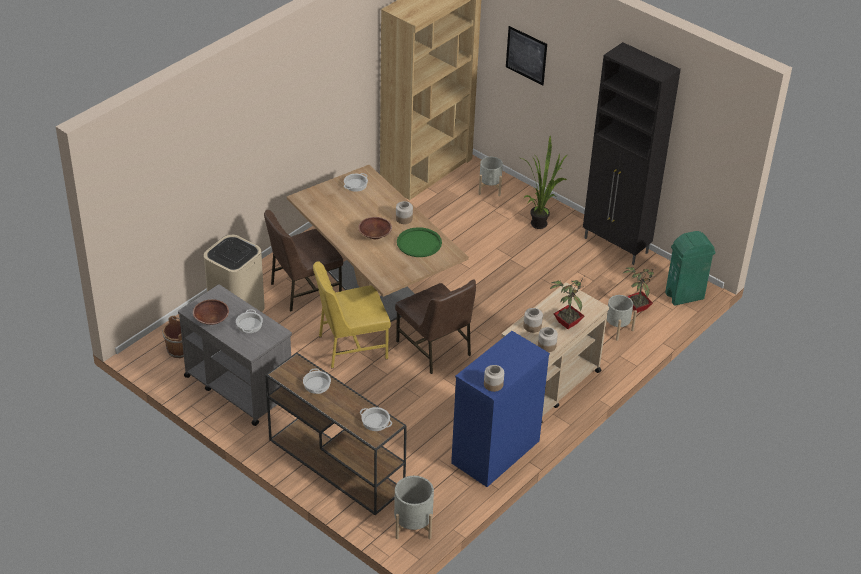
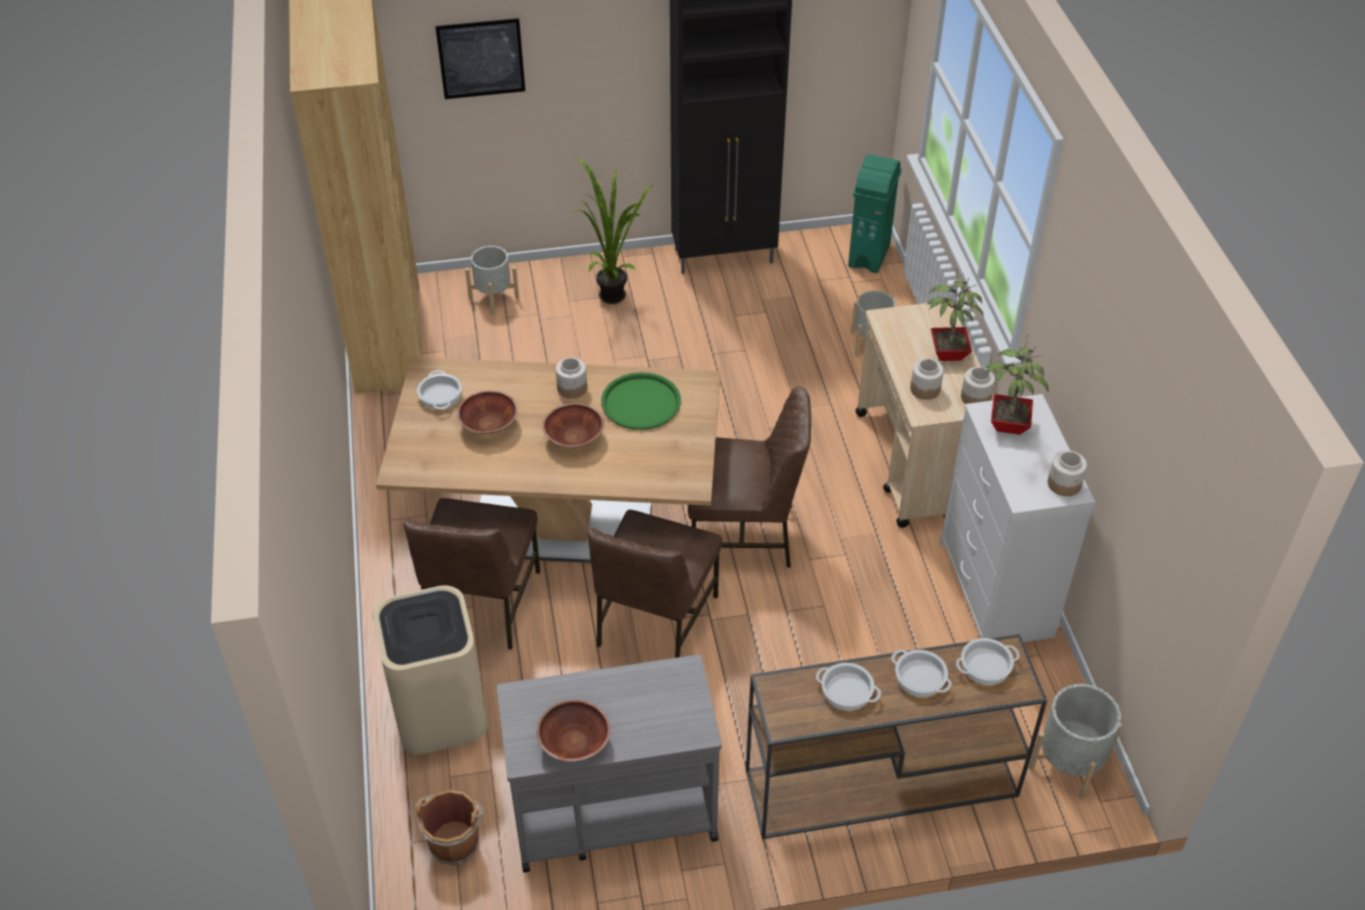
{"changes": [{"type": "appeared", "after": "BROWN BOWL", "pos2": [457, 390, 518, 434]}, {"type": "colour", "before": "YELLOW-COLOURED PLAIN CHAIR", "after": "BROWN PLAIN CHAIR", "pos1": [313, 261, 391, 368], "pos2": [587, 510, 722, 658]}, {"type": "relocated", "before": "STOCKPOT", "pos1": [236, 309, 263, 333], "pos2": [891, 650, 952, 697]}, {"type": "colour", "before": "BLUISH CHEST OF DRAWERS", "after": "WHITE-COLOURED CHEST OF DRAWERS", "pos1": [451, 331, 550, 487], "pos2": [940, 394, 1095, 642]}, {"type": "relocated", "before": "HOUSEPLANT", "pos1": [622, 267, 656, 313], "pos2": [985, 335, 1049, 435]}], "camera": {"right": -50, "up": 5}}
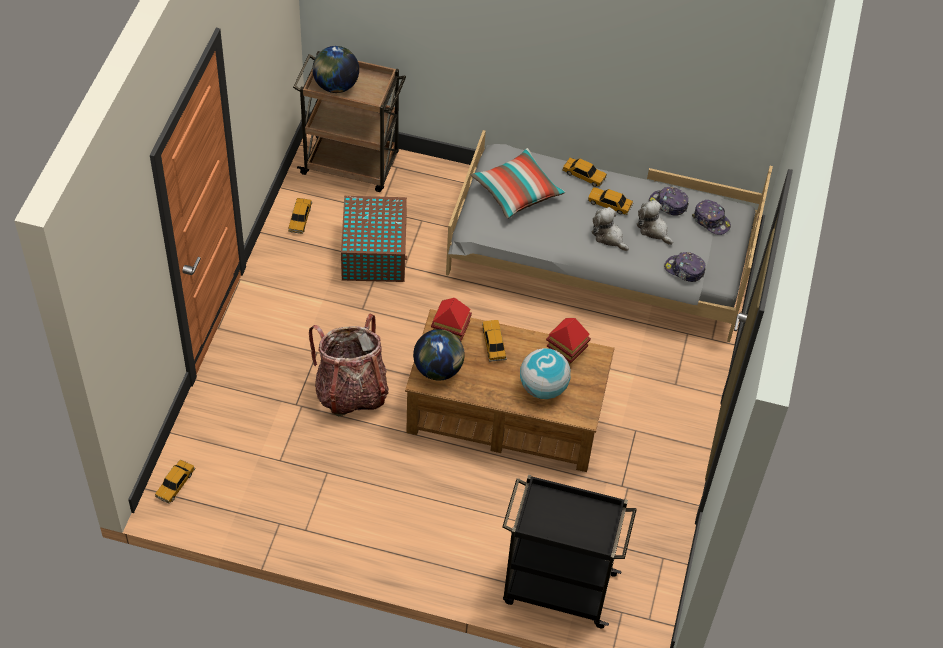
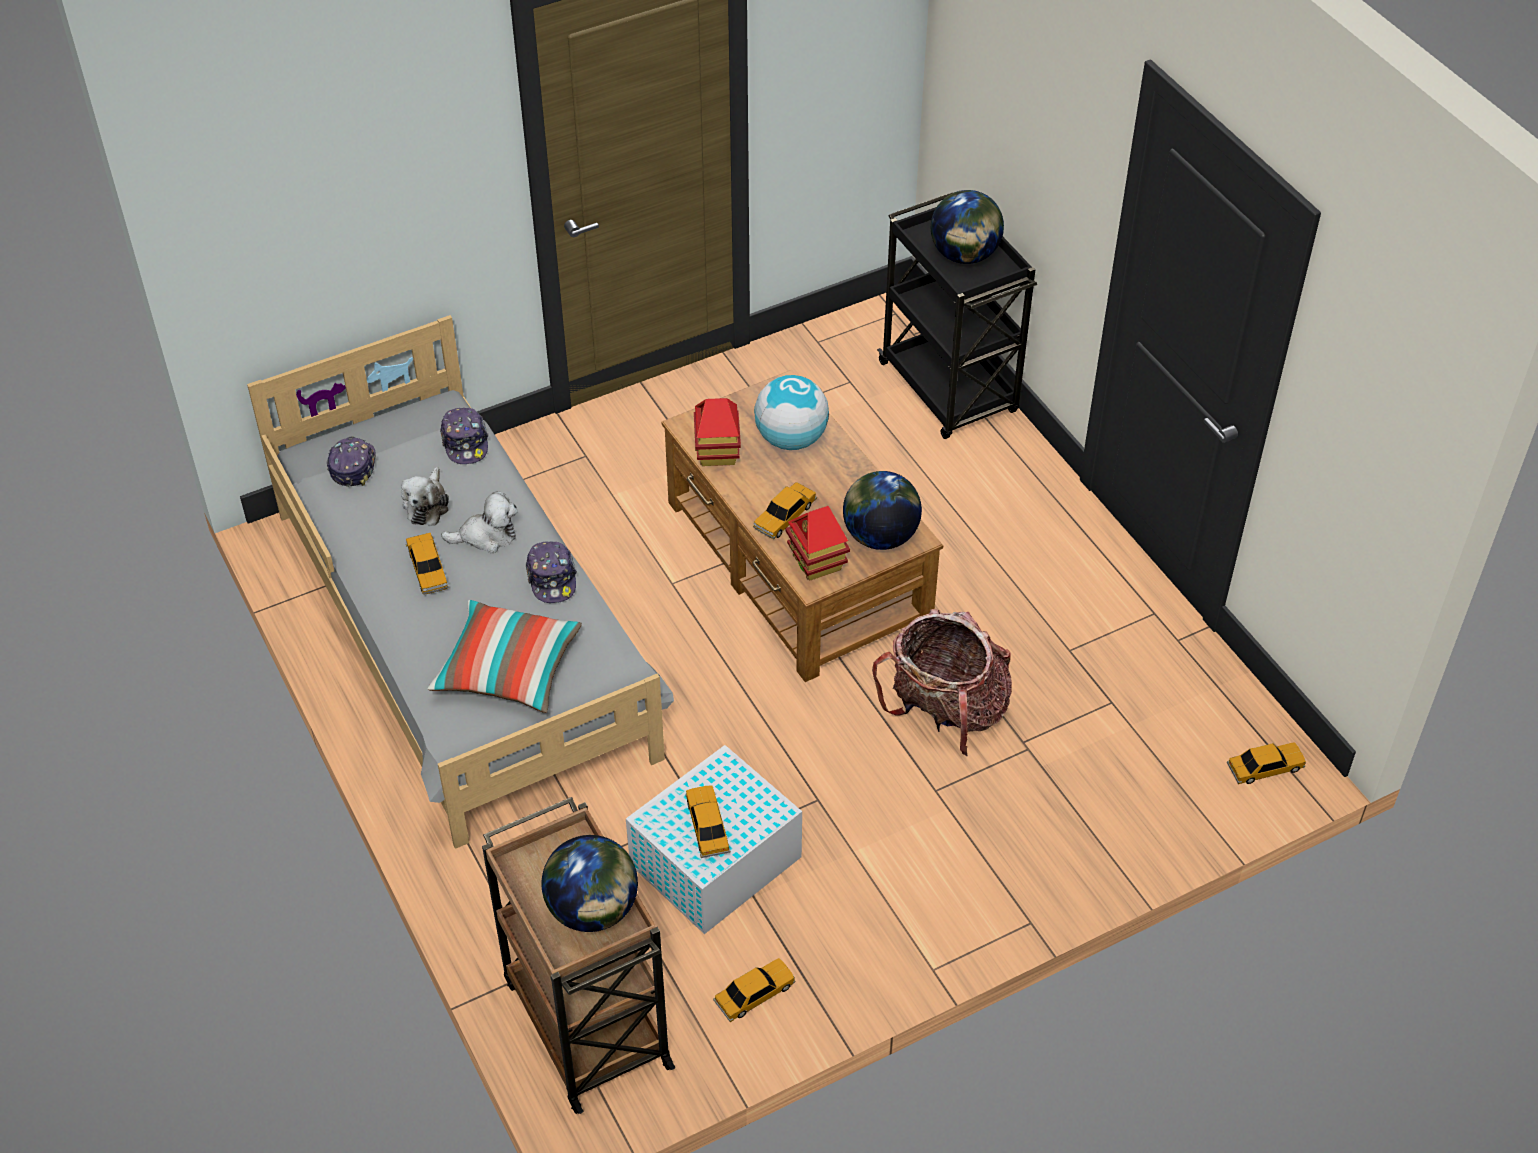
{"changes": [{"type": "spun", "before": "CUDDLY TOY", "pos1": [591, 207, 629, 251], "pos2": [441, 491, 518, 553], "turn": -105}, {"type": "relocated", "before": "CAP", "pos1": [649, 187, 689, 216], "pos2": [526, 541, 577, 603]}, {"type": "colour", "before": "BROWN STORAGE BOX", "after": "WHITE-COLOURED STORAGE BOX", "pos1": [341, 196, 407, 282], "pos2": [626, 745, 802, 934]}, {"type": "relocated", "before": "TOY CAR", "pos1": [562, 157, 607, 187], "pos2": [686, 785, 731, 858]}, {"type": "appeared", "after": "GLOBE", "pos2": [931, 190, 1004, 264]}], "camera": {"right": -130, "up": -5}}
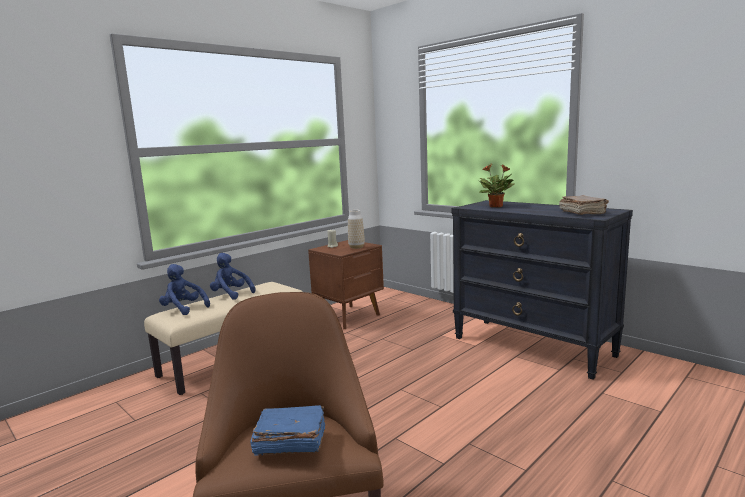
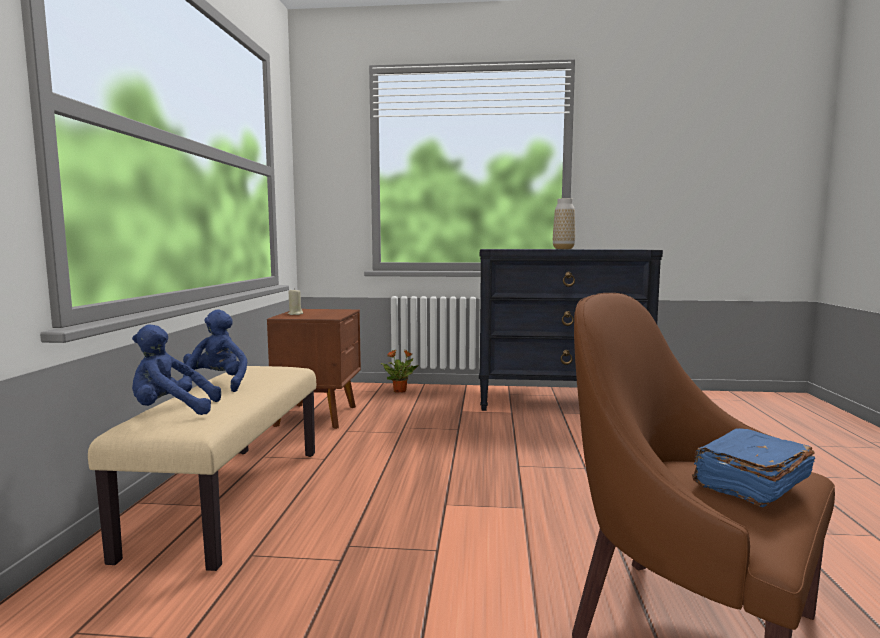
{"changes": [{"type": "spun", "before": "BLUISH CUDDLY TOY", "pos1": [210, 253, 256, 300], "pos2": [183, 309, 247, 392], "turn": 90}, {"type": "relocated", "before": "HOUSEPLANT", "pos1": [479, 164, 515, 208], "pos2": [381, 350, 419, 393]}, {"type": "relocated", "before": "DECORATIVE VASE", "pos1": [348, 210, 365, 249], "pos2": [553, 198, 575, 249]}, {"type": "missing", "before": "BROWN BOUND BOOK", "pos1": [559, 195, 609, 215]}], "camera": {"right": -40, "up": -5}}
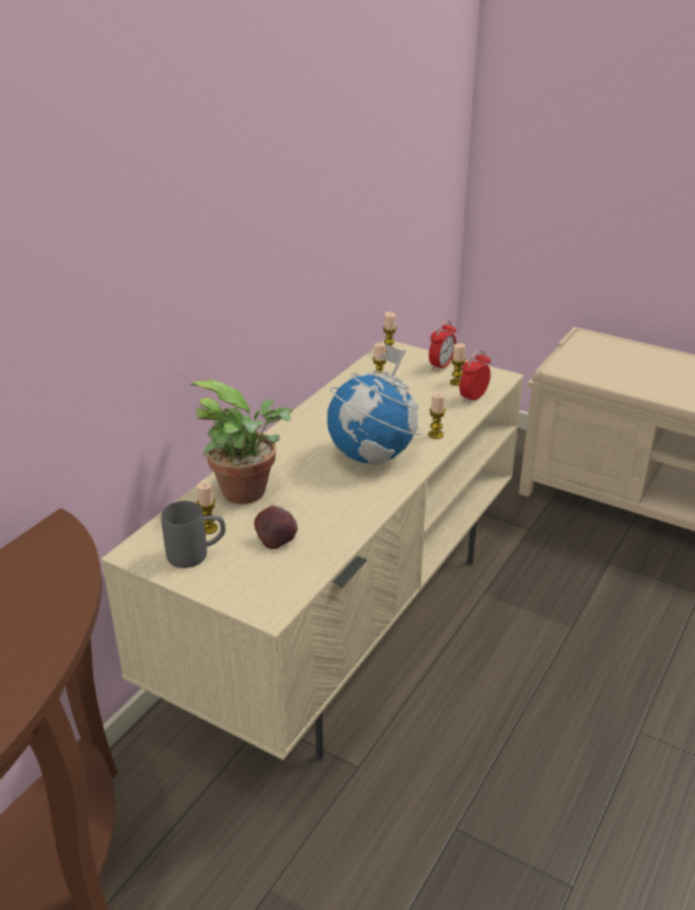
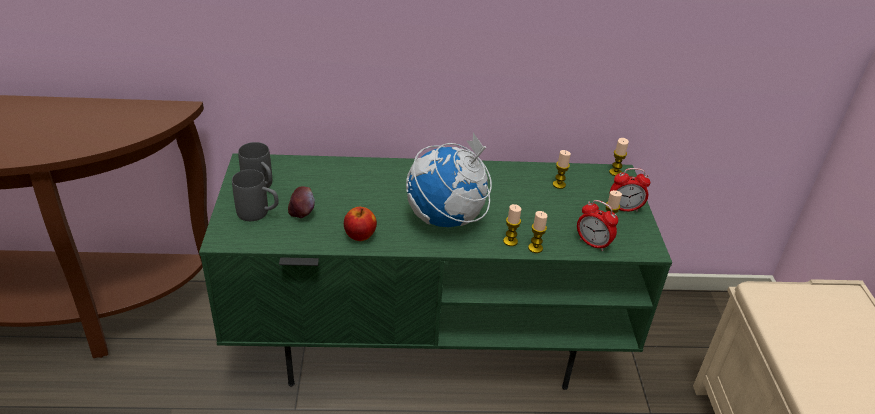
{"changes": [{"type": "colour", "before": "BEIGE-COLOURED TV UNIT", "after": "GREEN TV UNIT", "pos1": [101, 340, 524, 760], "pos2": [199, 153, 672, 390]}, {"type": "appeared", "after": "GREY COFFEE MUG", "pos2": [232, 169, 279, 221]}, {"type": "appeared", "after": "APPLE", "pos2": [344, 207, 377, 241]}, {"type": "relocated", "before": "CANDLE", "pos1": [197, 482, 218, 534], "pos2": [528, 211, 548, 253]}, {"type": "spun", "before": "BEDSIDE CLOCK", "pos1": [459, 349, 491, 404], "pos2": [577, 200, 618, 251], "turn": -150}, {"type": "missing", "before": "HOUSEPLANT", "pos1": [190, 380, 293, 504]}], "camera": {"right": 55, "up": 5}}
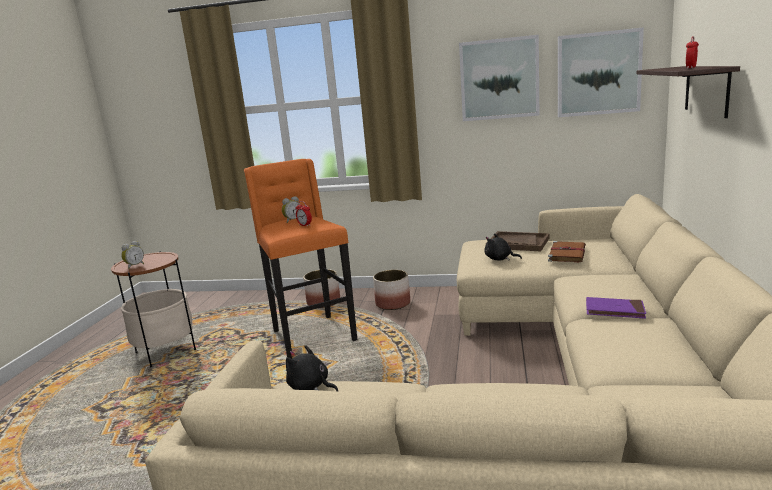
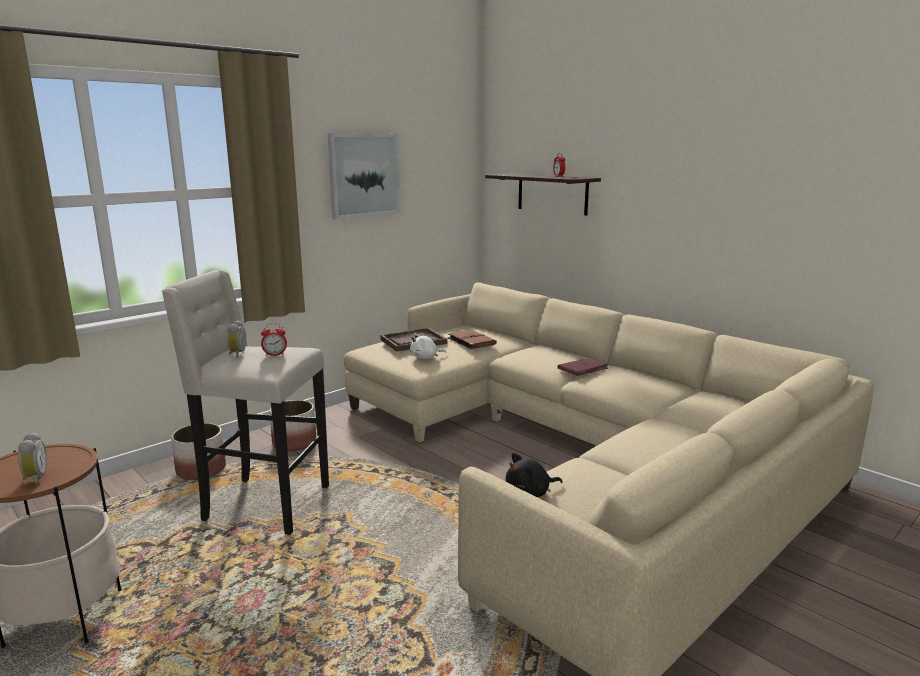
{"changes": [{"type": "colour", "before": "ORANGE SITTING STOOL", "after": "BEIGE-COLOURED SITTING STOOL", "pos1": [244, 159, 357, 359], "pos2": [162, 270, 329, 535]}, {"type": "colour", "before": "BLACK CUDDLY TOY", "after": "WHITE-COLOURED CUDDLY TOY", "pos1": [485, 233, 522, 261], "pos2": [410, 333, 446, 359]}, {"type": "colour", "before": "PURPLISH BOUND BOOK", "after": "RED BOUND BOOK", "pos1": [586, 297, 646, 319], "pos2": [558, 358, 609, 376]}, {"type": "missing", "before": "WALL ART", "pos1": [558, 27, 644, 117]}], "camera": {"right": -55, "up": 0}}
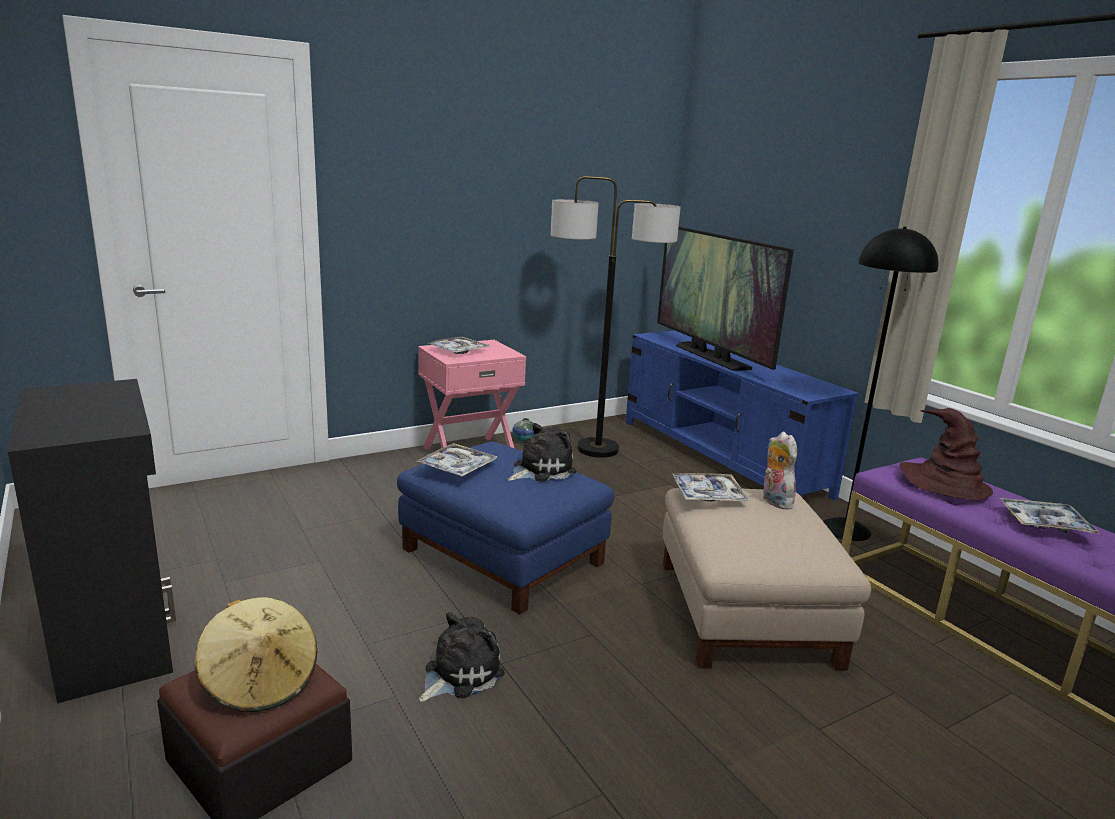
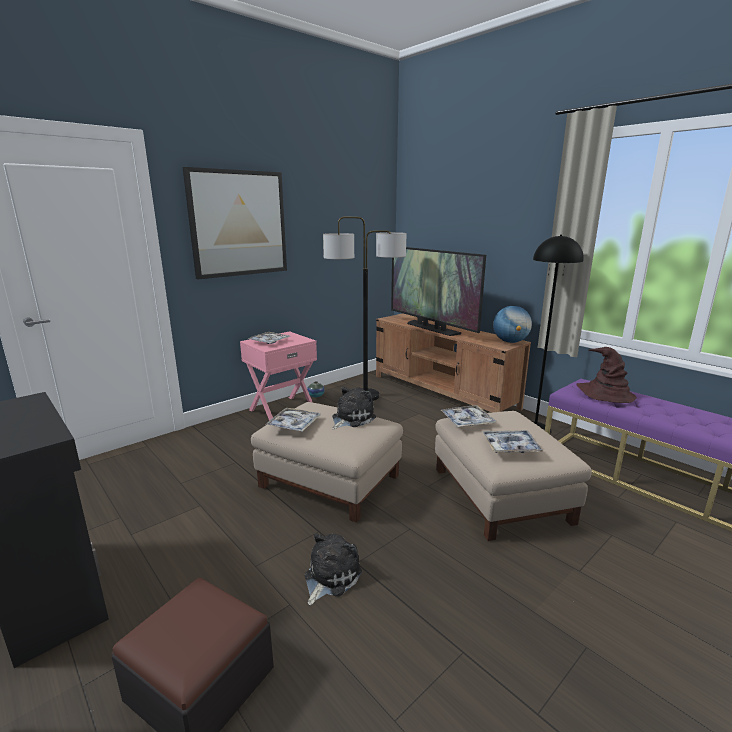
{"changes": [{"type": "appeared", "after": "WALL ART", "pos2": [183, 167, 287, 280]}, {"type": "colour", "before": "BLUISH FOOTREST", "after": "BEIGE-COLOURED FOOTREST", "pos1": [397, 441, 614, 614], "pos2": [251, 402, 403, 523]}, {"type": "colour", "before": "BLUISH TV UNIT", "after": "BROWN TV UNIT", "pos1": [625, 330, 858, 500], "pos2": [376, 313, 531, 412]}, {"type": "relocated", "before": "CARRYING TRAY", "pos1": [1000, 498, 1100, 534], "pos2": [482, 430, 543, 453]}, {"type": "appeared", "after": "GLOBE", "pos2": [493, 306, 532, 343]}, {"type": "missing", "before": "BEIGE-COLOURED HAT", "pos1": [195, 597, 318, 712]}, {"type": "missing", "before": "CUDDLY TOY", "pos1": [763, 432, 797, 509]}], "camera": {"right": -10, "up": 0}}
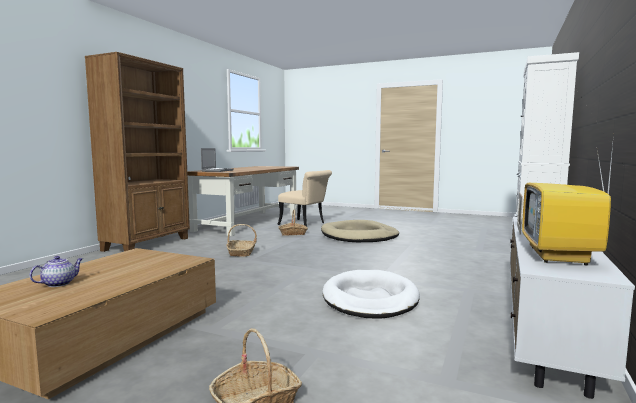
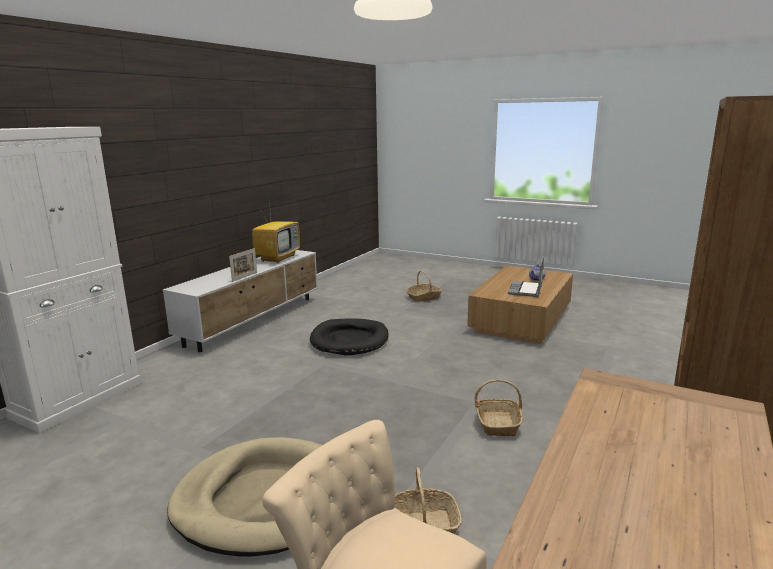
{"changes": [{"type": "colour", "before": "WHITE-COLOURED DOG CUSHION", "after": "BLACK DOG CUSHION", "pos1": [322, 270, 420, 319], "pos2": [310, 318, 389, 355]}, {"type": "relocated", "before": "LAPTOP", "pos1": [201, 148, 234, 172], "pos2": [508, 256, 544, 297]}], "camera": {"right": -175, "up": 10}}
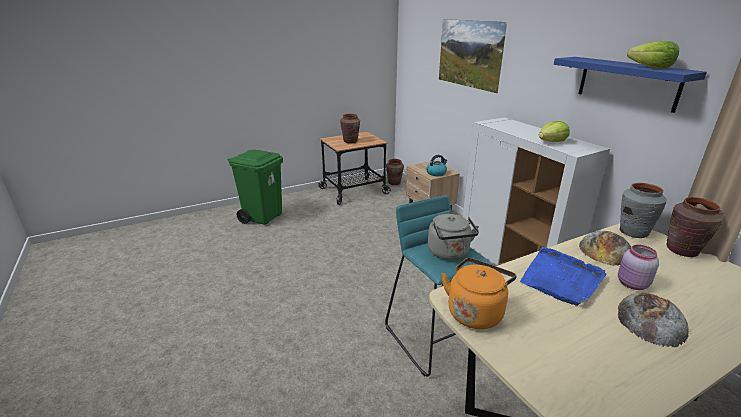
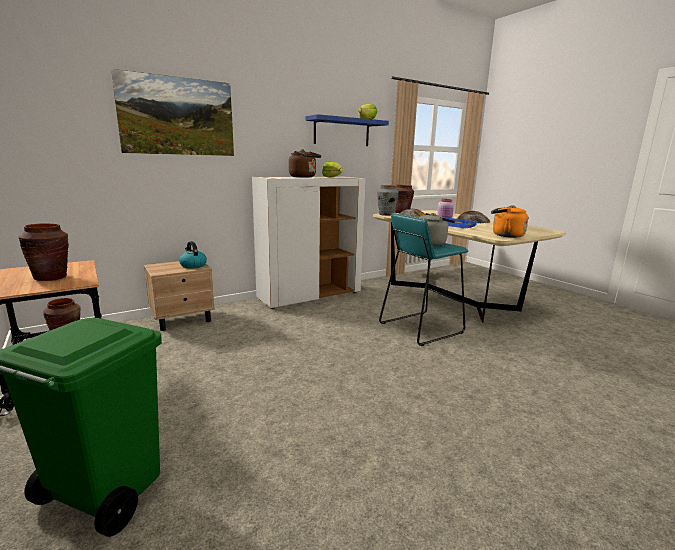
{"changes": [{"type": "appeared", "after": "BROWN KETTLE", "pos2": [289, 149, 321, 178]}], "camera": {"right": -95, "up": -10}}
